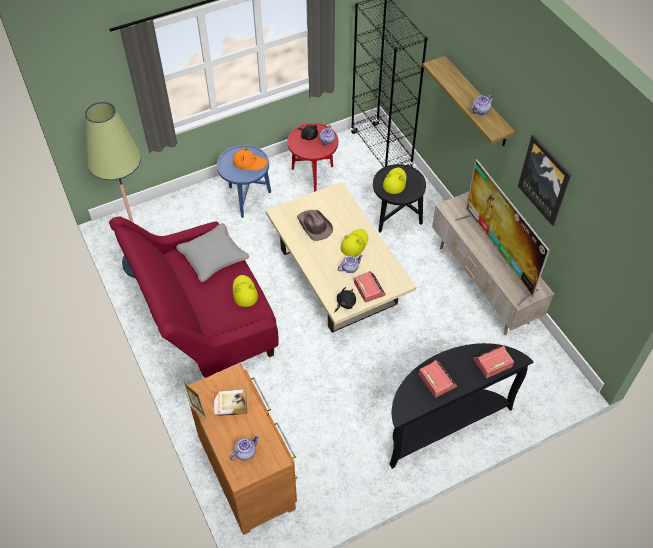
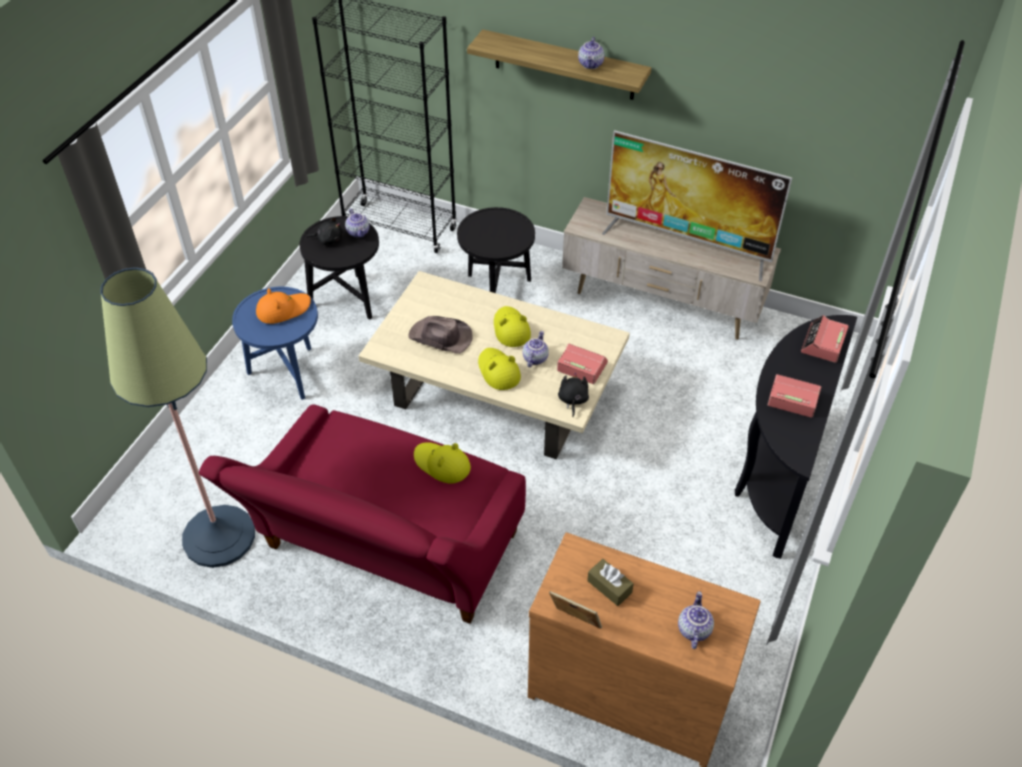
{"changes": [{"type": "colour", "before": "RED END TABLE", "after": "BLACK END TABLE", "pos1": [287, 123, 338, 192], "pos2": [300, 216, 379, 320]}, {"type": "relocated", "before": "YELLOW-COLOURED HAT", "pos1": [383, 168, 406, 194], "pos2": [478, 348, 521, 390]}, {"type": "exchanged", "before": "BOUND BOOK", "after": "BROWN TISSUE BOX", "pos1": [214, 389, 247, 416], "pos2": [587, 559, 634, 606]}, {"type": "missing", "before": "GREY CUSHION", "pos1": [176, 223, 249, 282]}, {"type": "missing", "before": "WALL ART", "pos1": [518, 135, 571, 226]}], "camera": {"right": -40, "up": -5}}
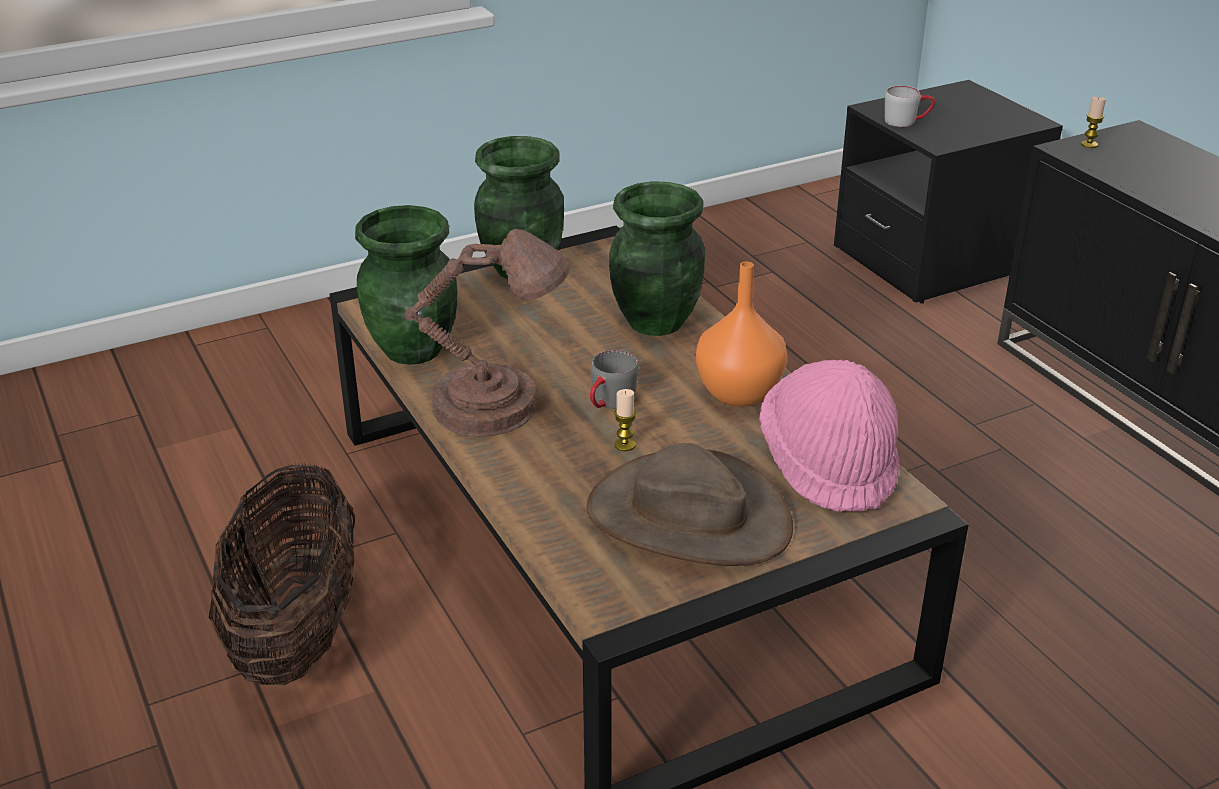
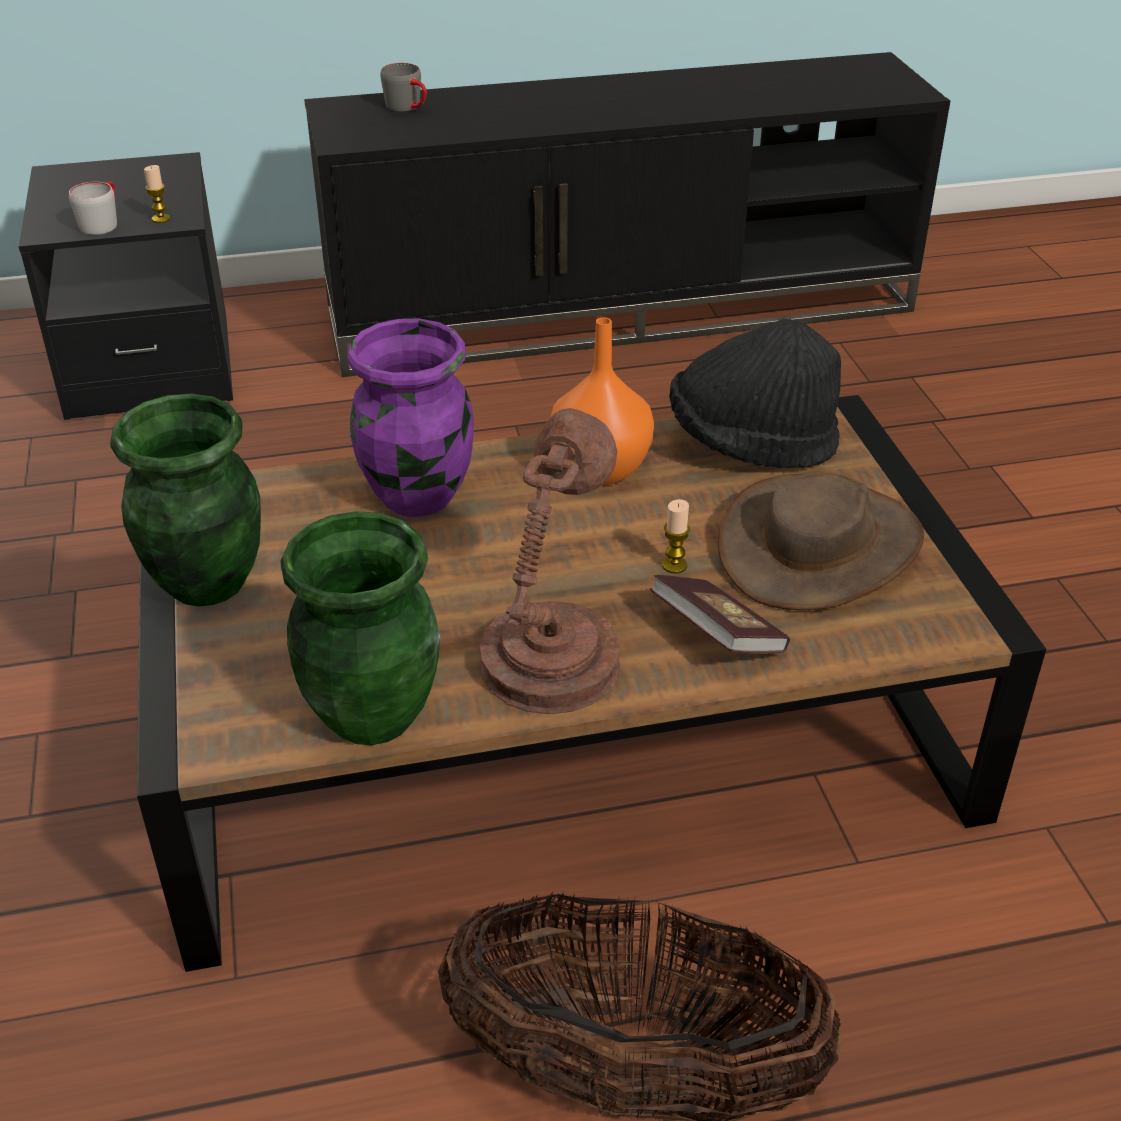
{"changes": [{"type": "relocated", "before": "CANDLE", "pos1": [1081, 97, 1106, 148], "pos2": [144, 165, 170, 223]}, {"type": "colour", "before": "GREEN DECORATIVE VASE", "after": "PURPLISH DECORATIVE VASE", "pos1": [609, 181, 705, 336], "pos2": [347, 319, 474, 517]}, {"type": "relocated", "before": "GREY COFFEE MUG", "pos1": [590, 350, 639, 409], "pos2": [380, 63, 427, 112]}, {"type": "appeared", "after": "BOUND BOOK", "pos2": [650, 575, 790, 654]}, {"type": "colour", "before": "PINK-COLOURED HAT", "after": "BLACK HAT", "pos1": [759, 360, 899, 512], "pos2": [669, 319, 841, 468]}], "camera": {"right": -75, "up": 5}}
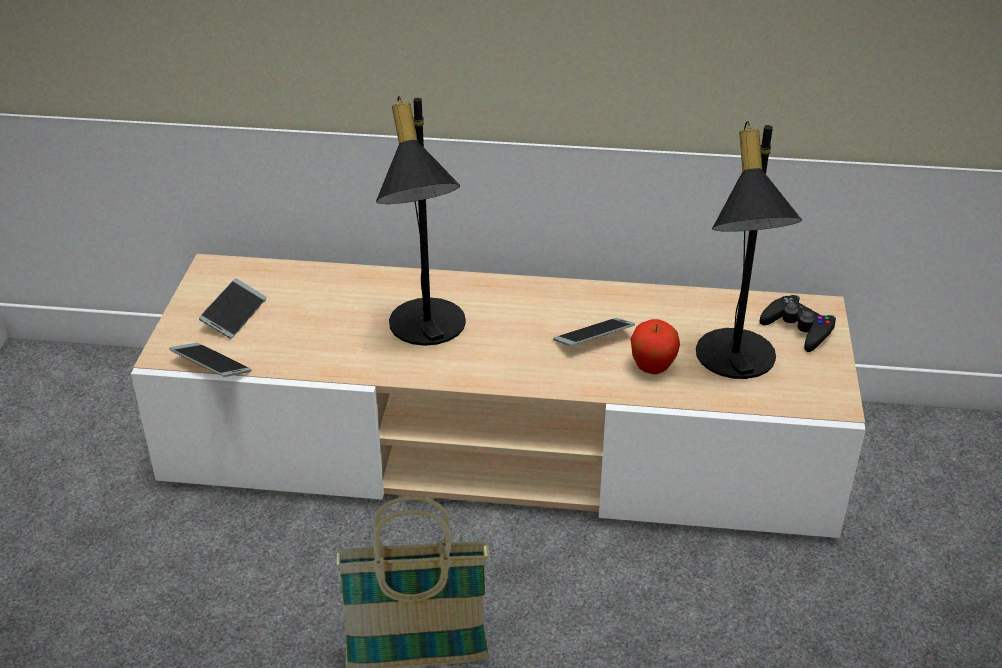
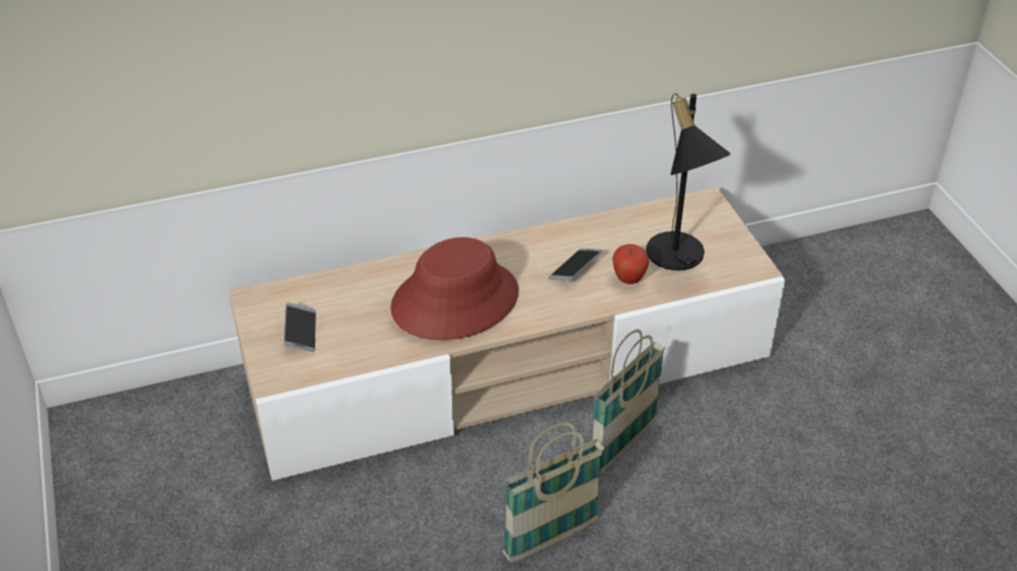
{"changes": [{"type": "exchanged", "before": "BLACK LAMP FOR A TABLE", "after": "RED HAT", "pos1": [376, 96, 466, 346], "pos2": [391, 237, 519, 340]}, {"type": "appeared", "after": "STORAGE BASKET", "pos2": [592, 329, 665, 475]}, {"type": "missing", "before": "PHONE", "pos1": [169, 343, 252, 377]}, {"type": "missing", "before": "BLACK GAMEPAD", "pos1": [759, 295, 836, 352]}], "camera": {"right": -25, "up": 5}}
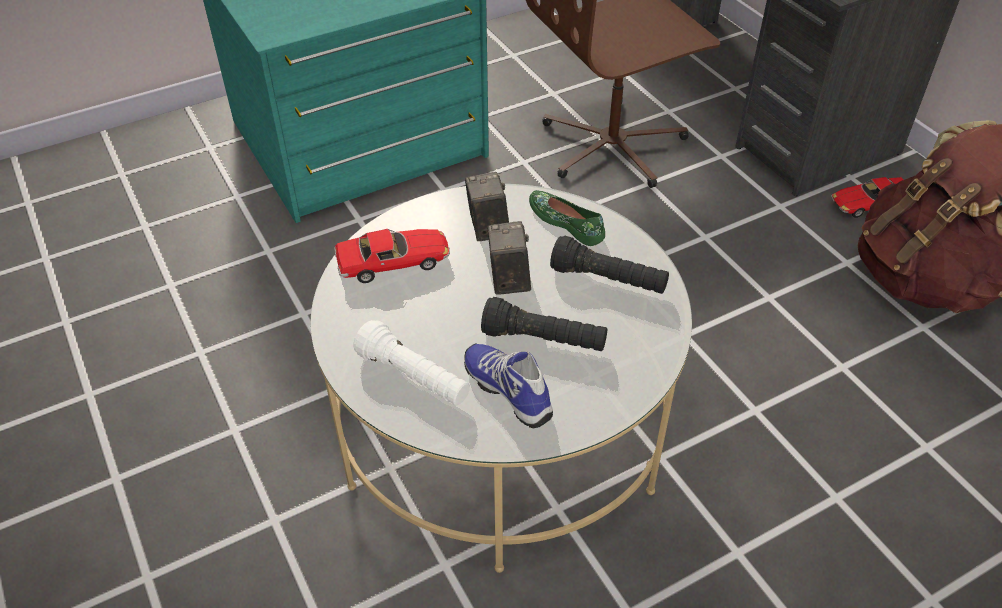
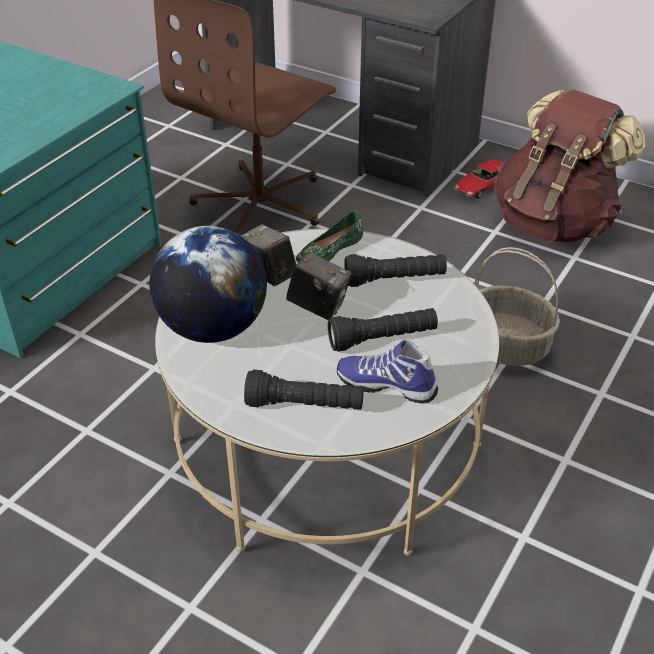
{"changes": [{"type": "exchanged", "before": "TOY CAR", "after": "GLOBE", "pos1": [334, 229, 450, 283], "pos2": [149, 226, 267, 343]}, {"type": "colour", "before": "WHITE-COLOURED TORCH", "after": "BLACK TORCH", "pos1": [354, 320, 470, 406], "pos2": [244, 370, 364, 410]}, {"type": "spun", "before": "PHOTO CAMERA", "pos1": [487, 221, 531, 295], "pos2": [286, 252, 351, 320], "turn": 150}, {"type": "spun", "before": "GREEN SHOE", "pos1": [529, 190, 605, 246], "pos2": [296, 211, 363, 262], "turn": -60}, {"type": "appeared", "after": "STORAGE BASKET", "pos2": [474, 247, 560, 366]}], "camera": {"right": -30, "up": -5}}
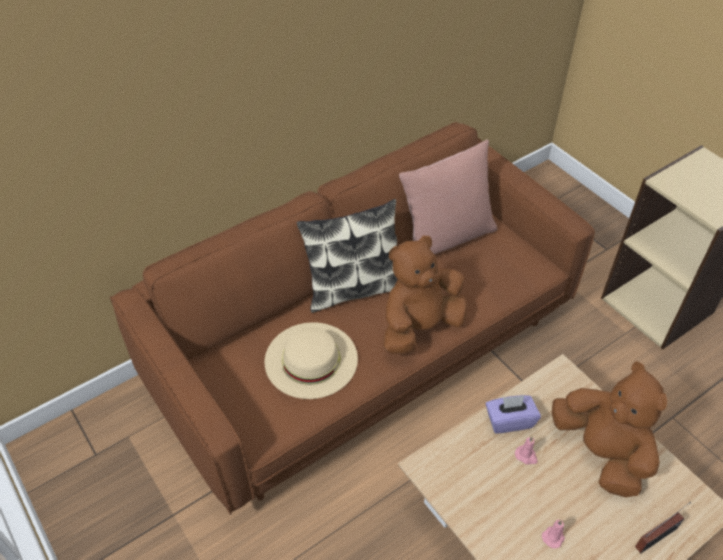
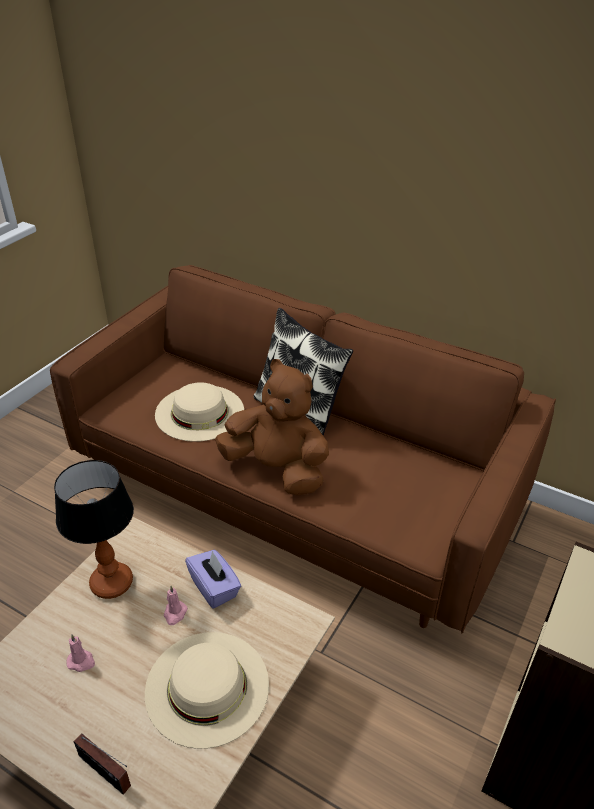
{"changes": [{"type": "appeared", "after": "LAMP FOR A TABLE", "pos2": [54, 460, 134, 599]}, {"type": "exchanged", "before": "BROWN CUDDLY TOY", "after": "BEIGE-COLOURED HAT", "pos1": [552, 361, 667, 497], "pos2": [145, 632, 269, 749]}, {"type": "missing", "before": "PINK-COLOURED CUSHION", "pos1": [399, 140, 497, 254]}], "camera": {"right": 65, "up": -10}}
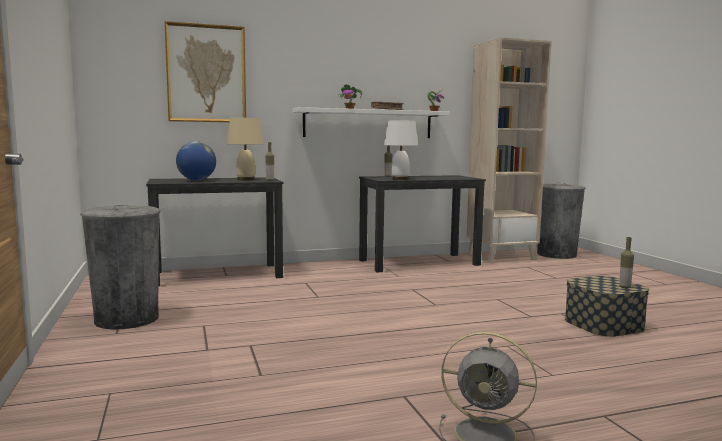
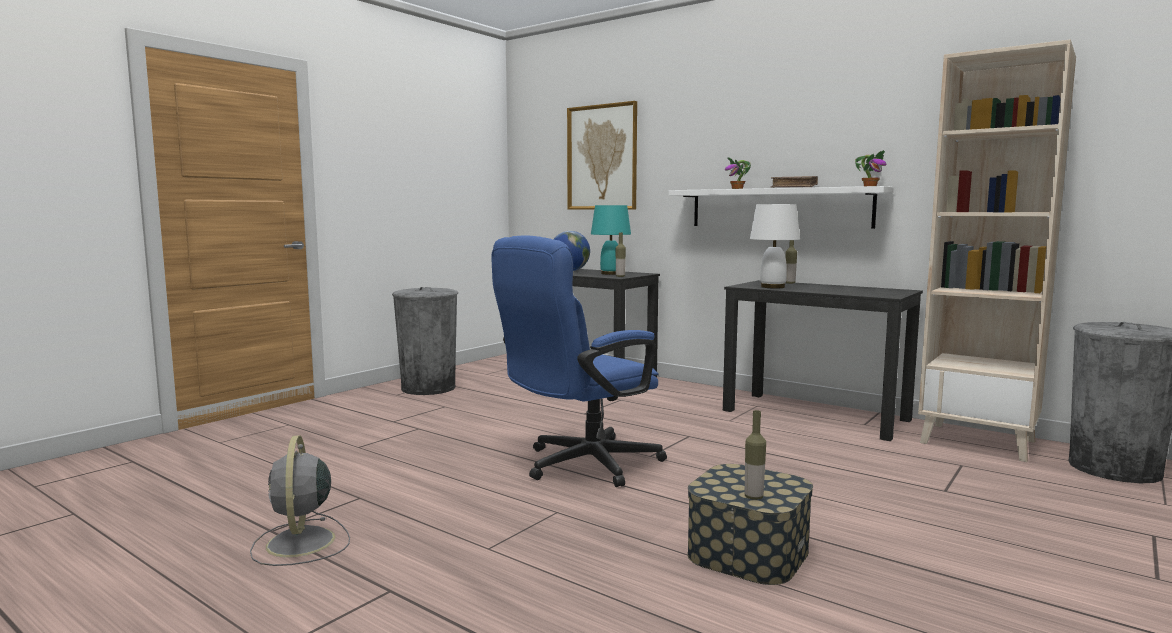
{"changes": [{"type": "appeared", "after": "BLUISH DESK CHAIR", "pos2": [491, 236, 667, 487]}, {"type": "colour", "before": "BEIGE-COLOURED LAMP FOR A TABLE", "after": "TURQUOISE LAMP FOR A TABLE", "pos1": [227, 118, 263, 180], "pos2": [591, 205, 631, 275]}], "camera": {"right": 55, "up": 0}}
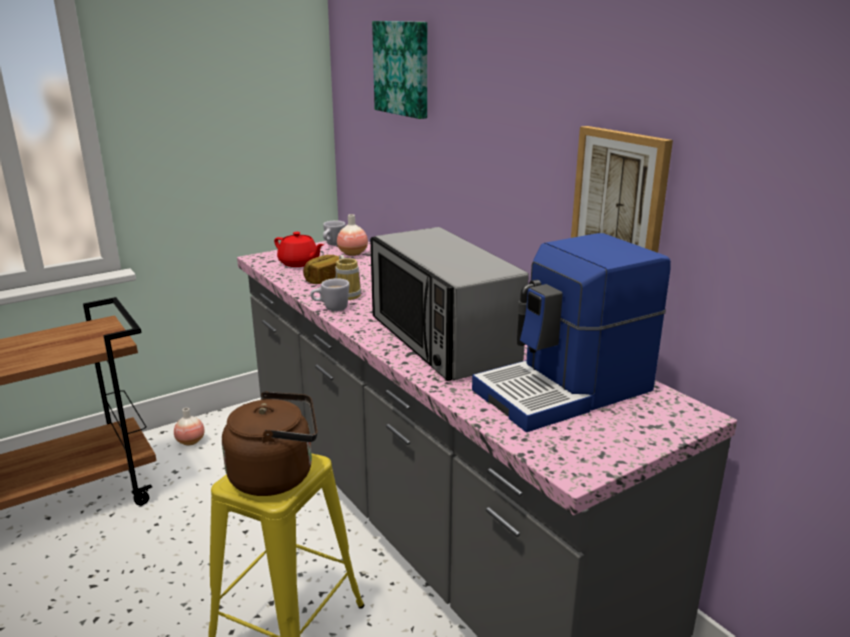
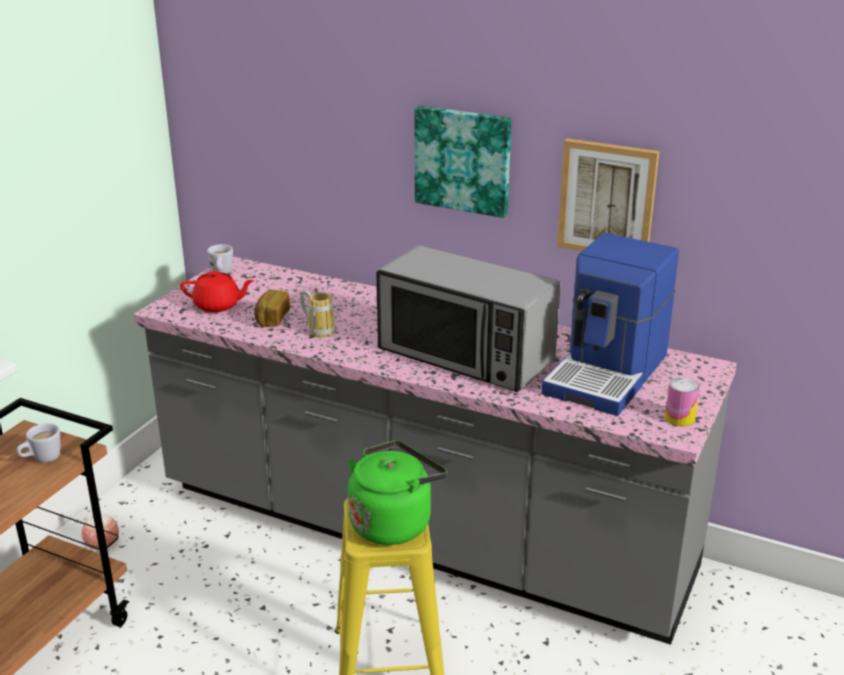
{"changes": [{"type": "relocated", "before": "WHITE-COLOURED COFFEE MUG", "pos1": [310, 278, 349, 311], "pos2": [16, 423, 61, 463]}, {"type": "colour", "before": "BROWN KETTLE", "after": "GREEN KETTLE", "pos1": [222, 391, 317, 496], "pos2": [348, 440, 447, 545]}, {"type": "relocated", "before": "WALL ART", "pos1": [372, 21, 428, 119], "pos2": [414, 106, 512, 218]}, {"type": "appeared", "after": "METAL CAN", "pos2": [665, 377, 700, 426]}, {"type": "missing", "before": "DECORATIVE VASE", "pos1": [337, 214, 368, 256]}], "camera": {"right": -30, "up": 5}}
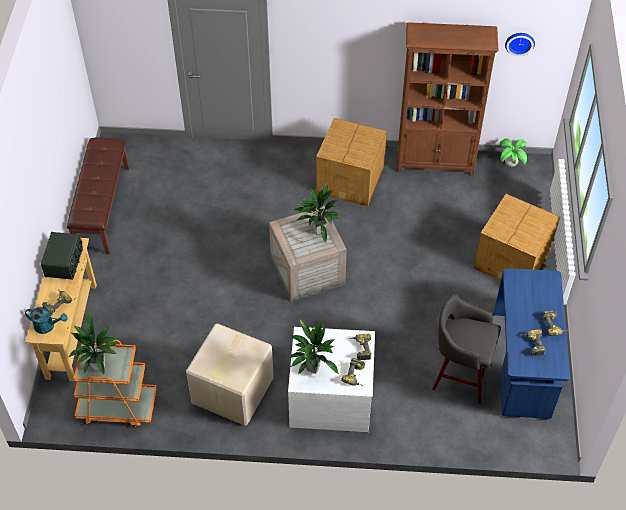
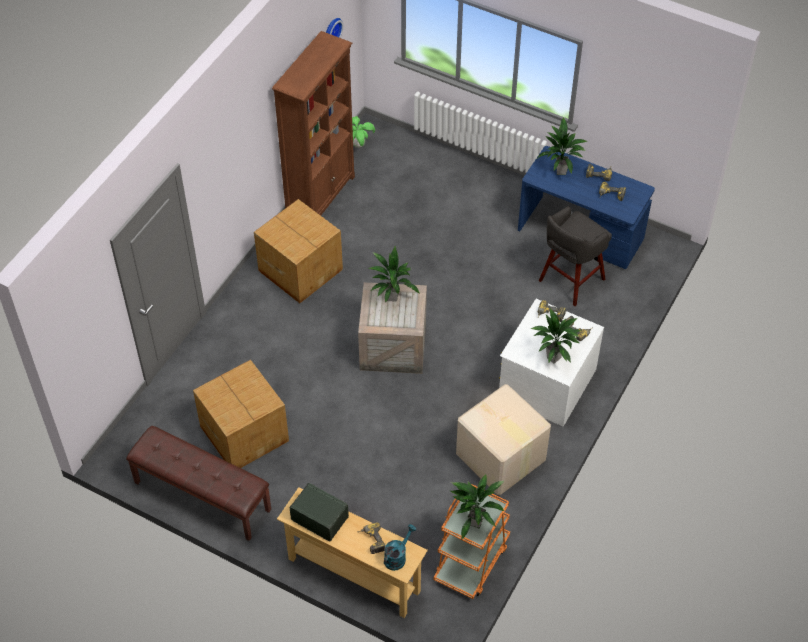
{"changes": [{"type": "relocated", "before": "PACKING BOX", "pos1": [474, 194, 560, 281], "pos2": [193, 360, 289, 468]}, {"type": "appeared", "after": "HOUSEPLANT", "pos2": [537, 117, 587, 175]}], "camera": {"right": -65, "up": 0}}
